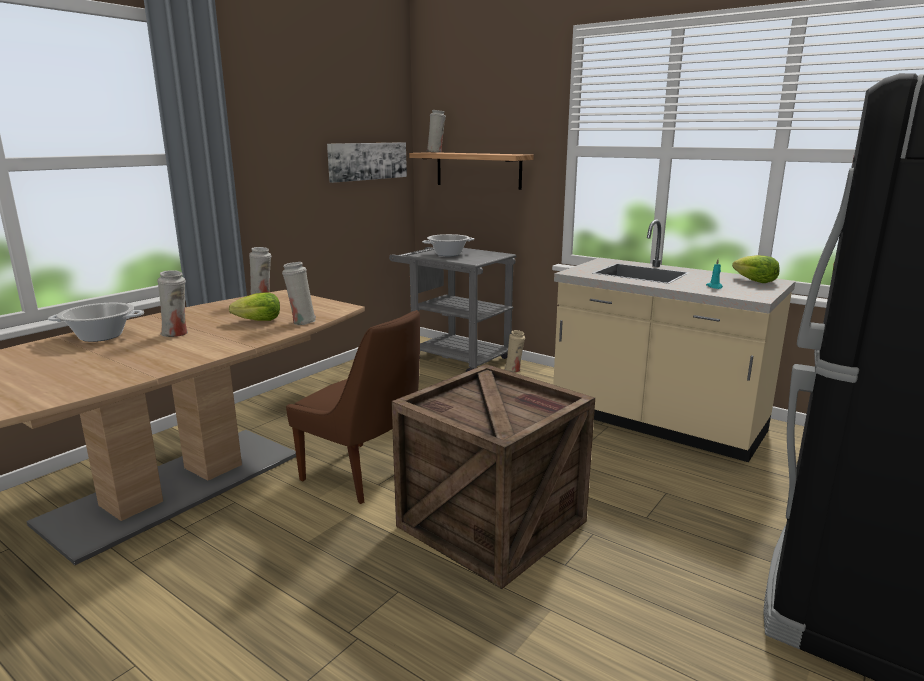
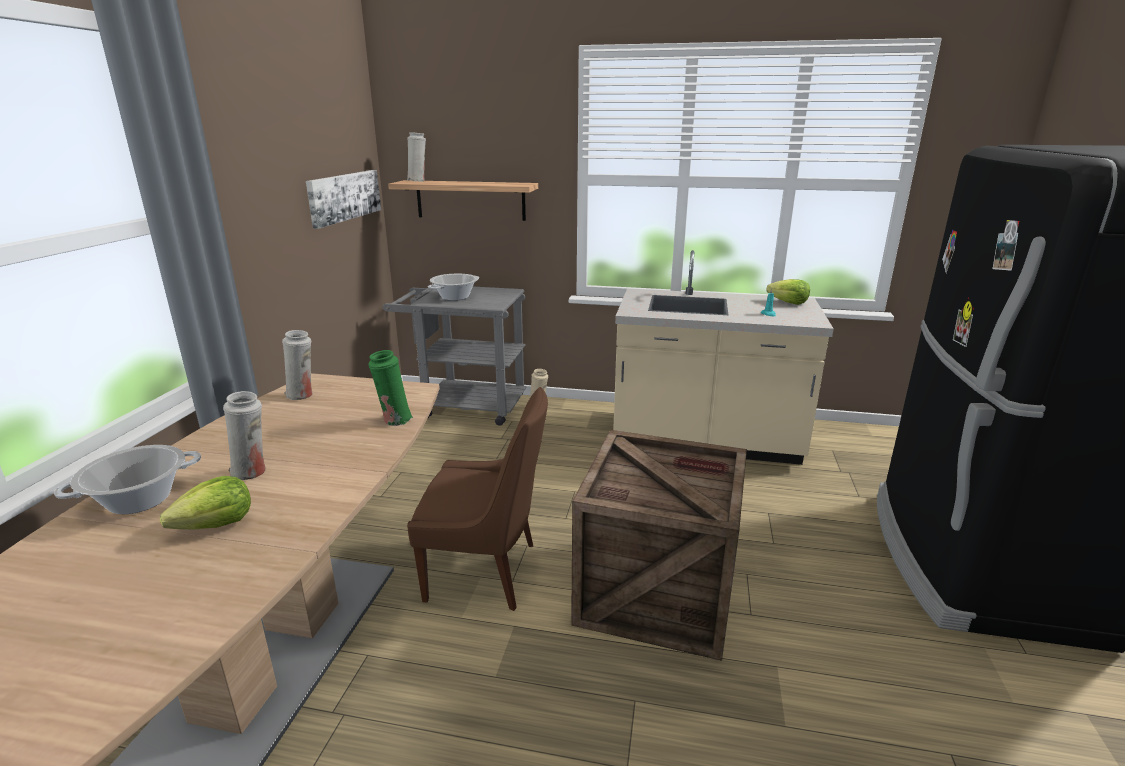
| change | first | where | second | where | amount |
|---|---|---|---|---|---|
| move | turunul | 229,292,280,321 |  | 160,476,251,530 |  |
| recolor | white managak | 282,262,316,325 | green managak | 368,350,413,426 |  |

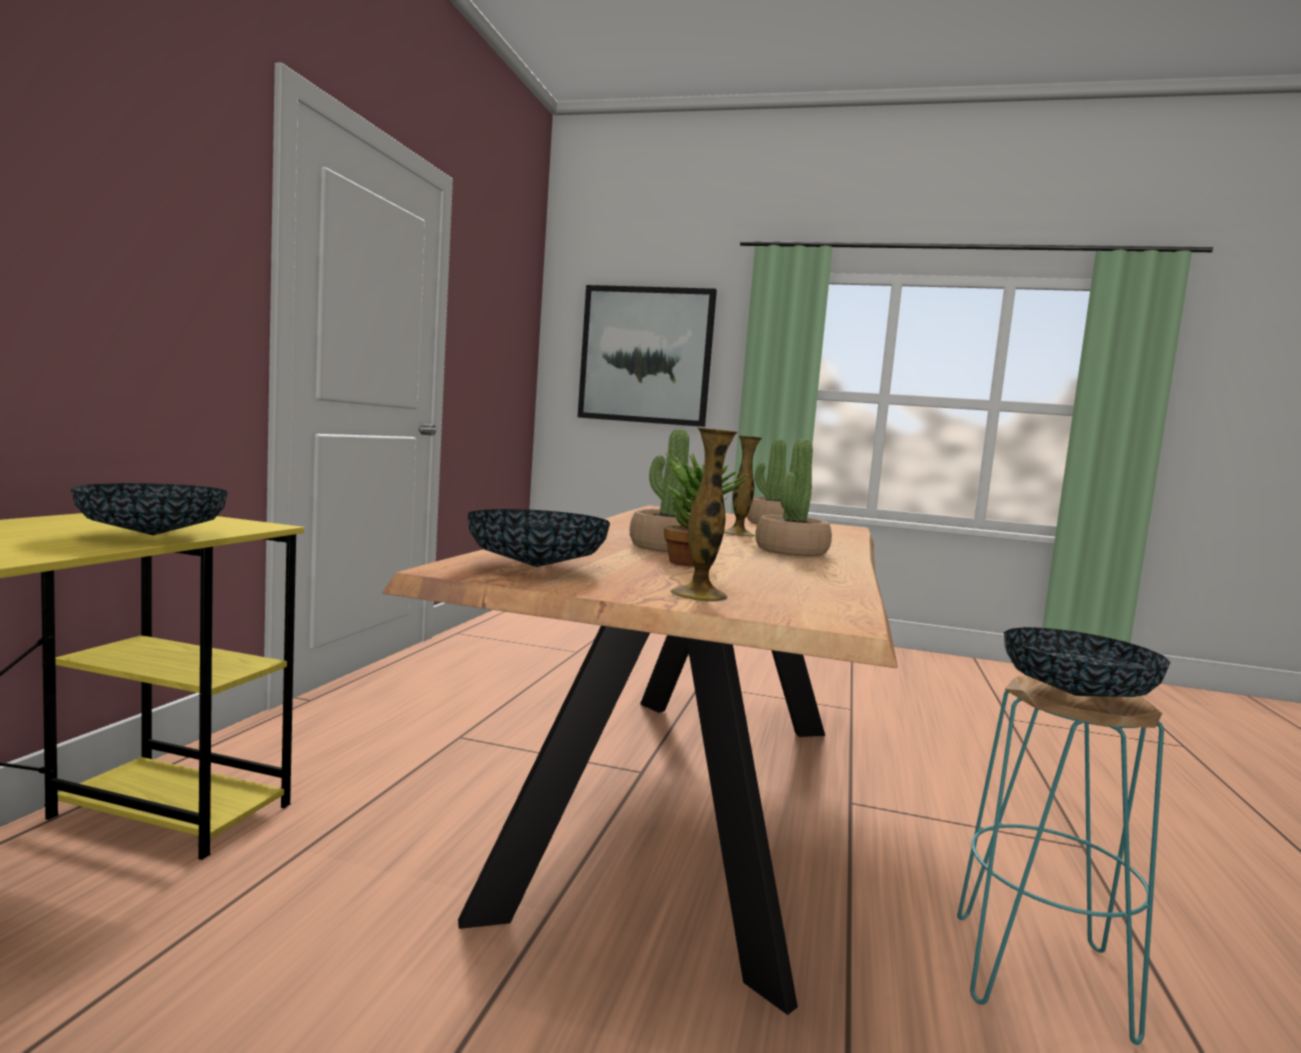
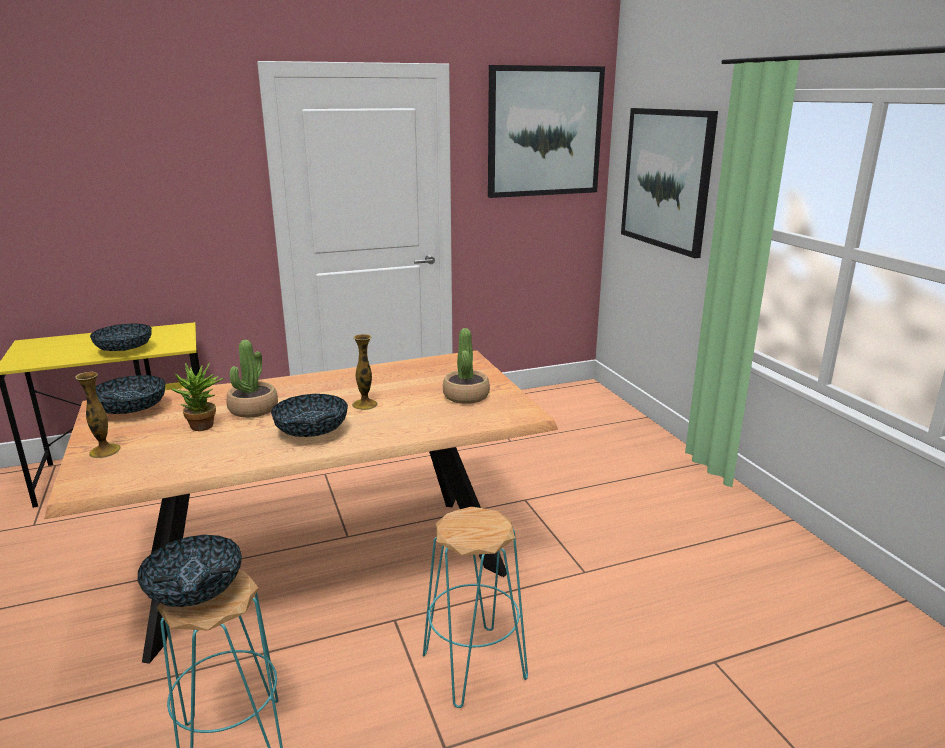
| change | first | where | second | where | amount |
|---|---|---|---|---|---|
| insert |  |  | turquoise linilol | 423,507,528,708 |  |
| insert |  |  | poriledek | 488,65,605,198 |  |
| replace | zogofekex | 755,439,832,556 | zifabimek | 271,394,348,437 |  |

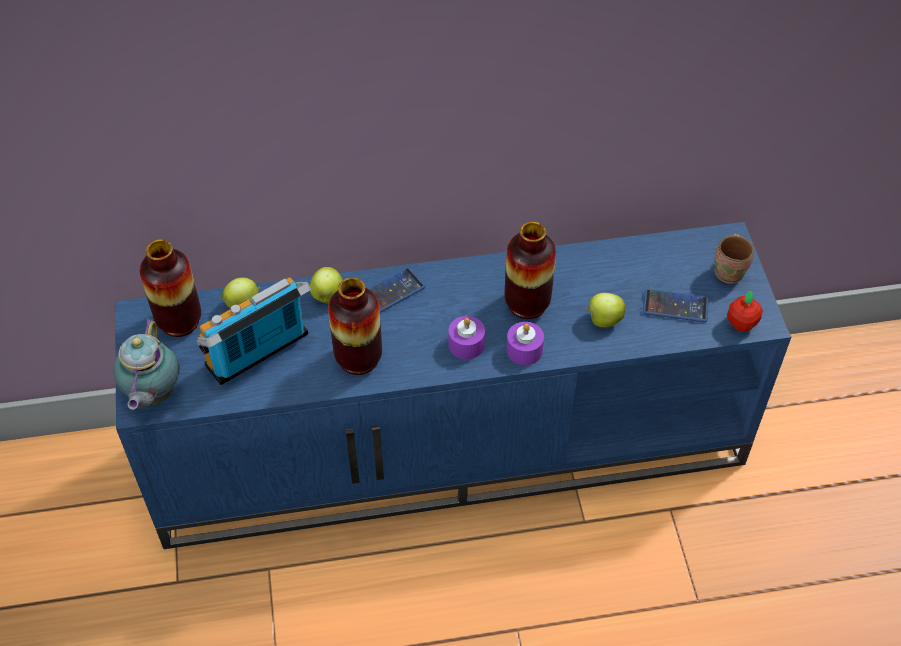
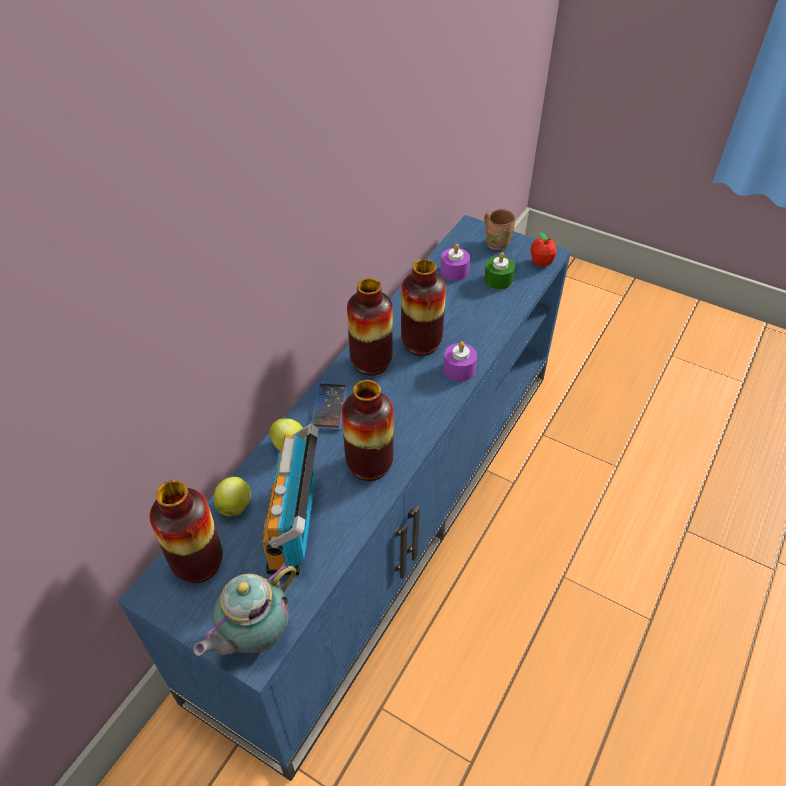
| change | first | where | second | where | amount |
|---|---|---|---|---|---|
| delete | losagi | 585,293,625,327 |  |  |  |
| insert |  |  | managak | 347,278,393,376 |  |
| move | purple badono | 449,316,485,359 |  | 440,244,470,281 |  |
| replace | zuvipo | 643,289,709,322 | green badono | 484,252,515,290 |  |
| rotate | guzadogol | 113,318,180,410 |  | 193,563,296,656 | 90 degrees clockwise |

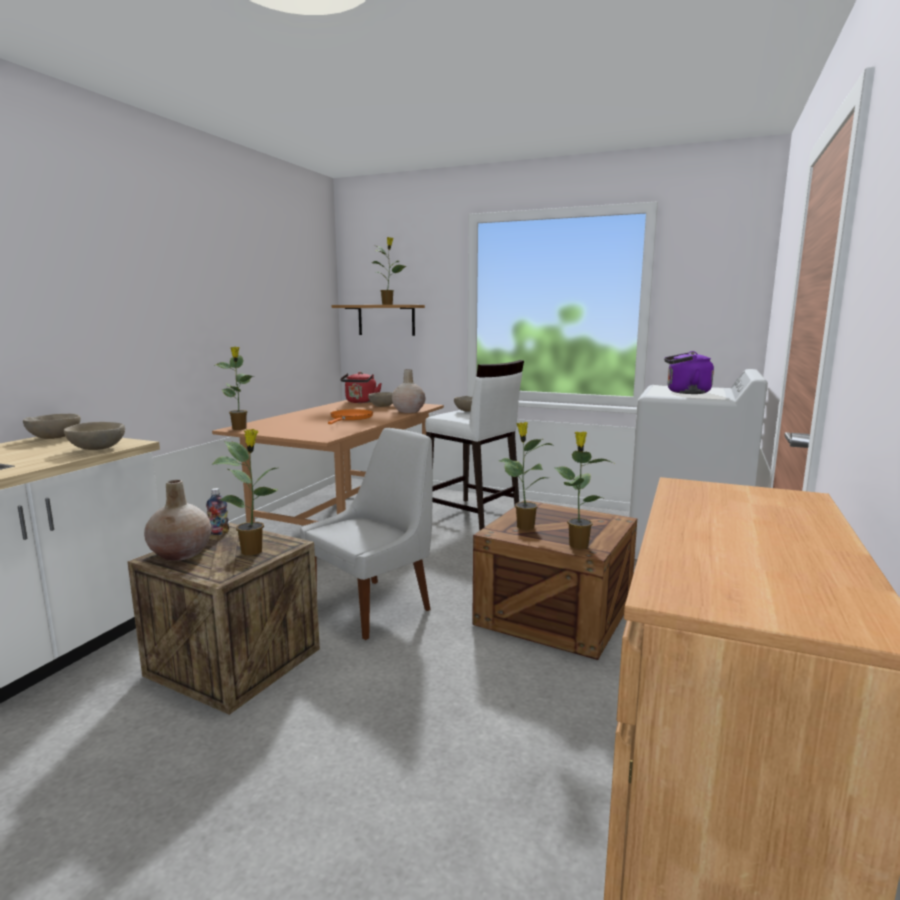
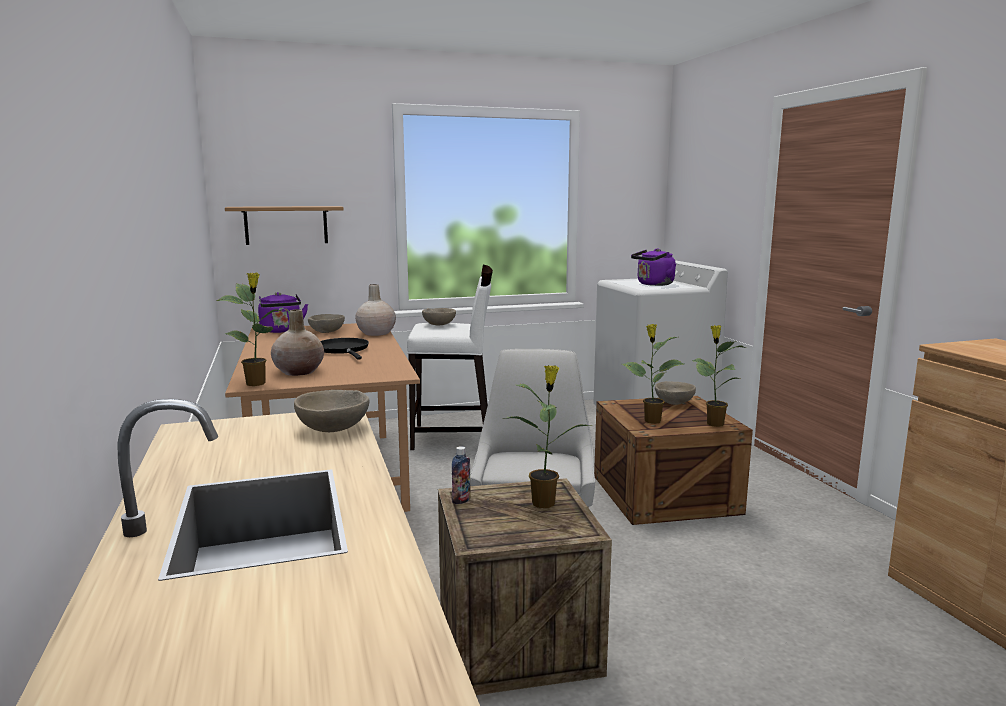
| change | first | where | second | where | amount |
|---|---|---|---|---|---|
| delete | zogofekex | 372,237,406,305 |  |  |  |
| move | beige zifabimek | 23,414,81,439 |  | 655,381,696,405 |  |
| move | beige managak | 144,480,212,561 |  | 271,309,324,376 |  |
| recolor | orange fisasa | 328,409,373,424 | black fisasa | 321,338,369,360 |  |
| recolor | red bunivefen | 340,372,382,403 | purple bunivefen | 258,292,308,333 |  |

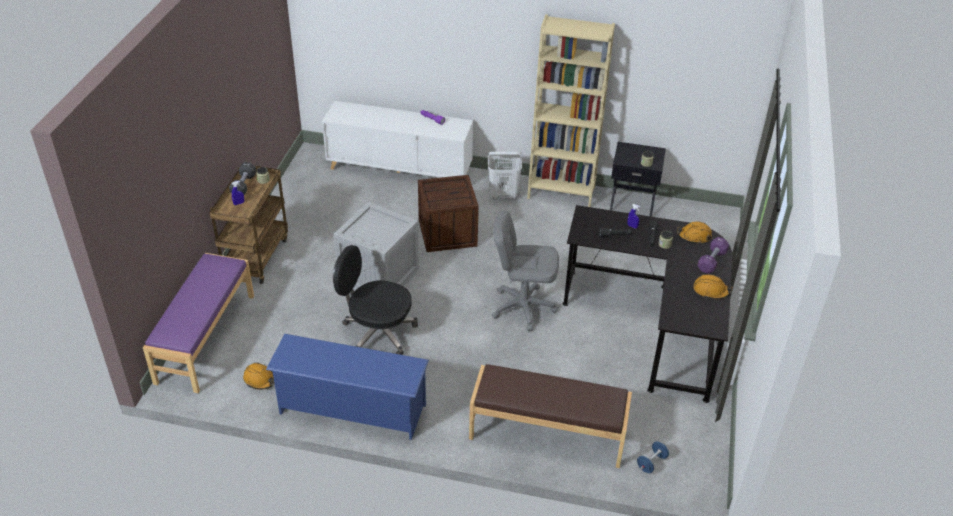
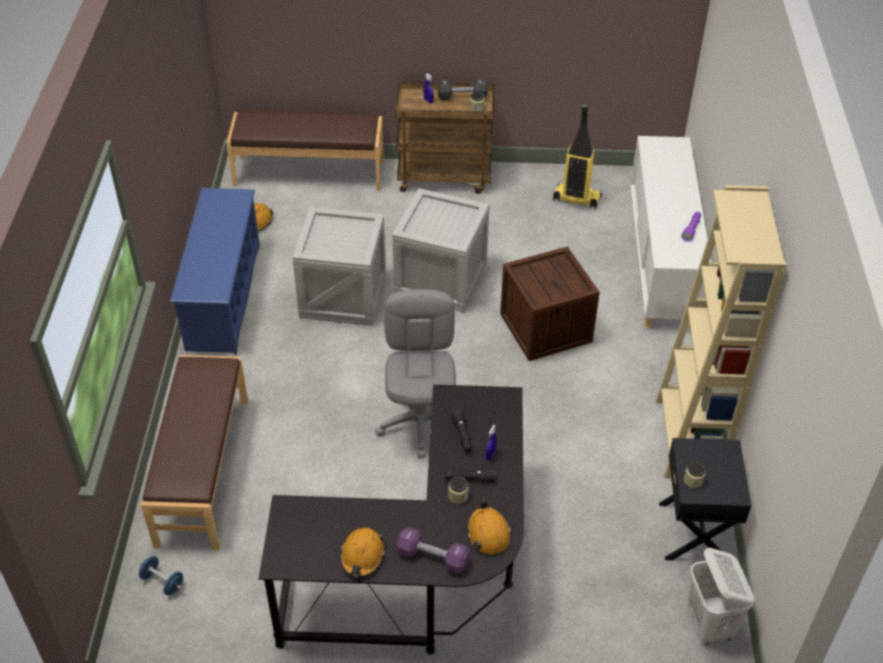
| change | first | where | second | where | amount |
|---|---|---|---|---|---|
| insert |  |  | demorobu | 553,104,602,209 |  |
| move | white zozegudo | 488,152,522,200 |  | 687,548,754,645 |  |
| replace | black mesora | 333,245,418,355 | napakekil | 292,207,386,326 |  |
| recolor | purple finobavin | 143,253,254,393 | brown finobavin | 226,110,384,191 |  |

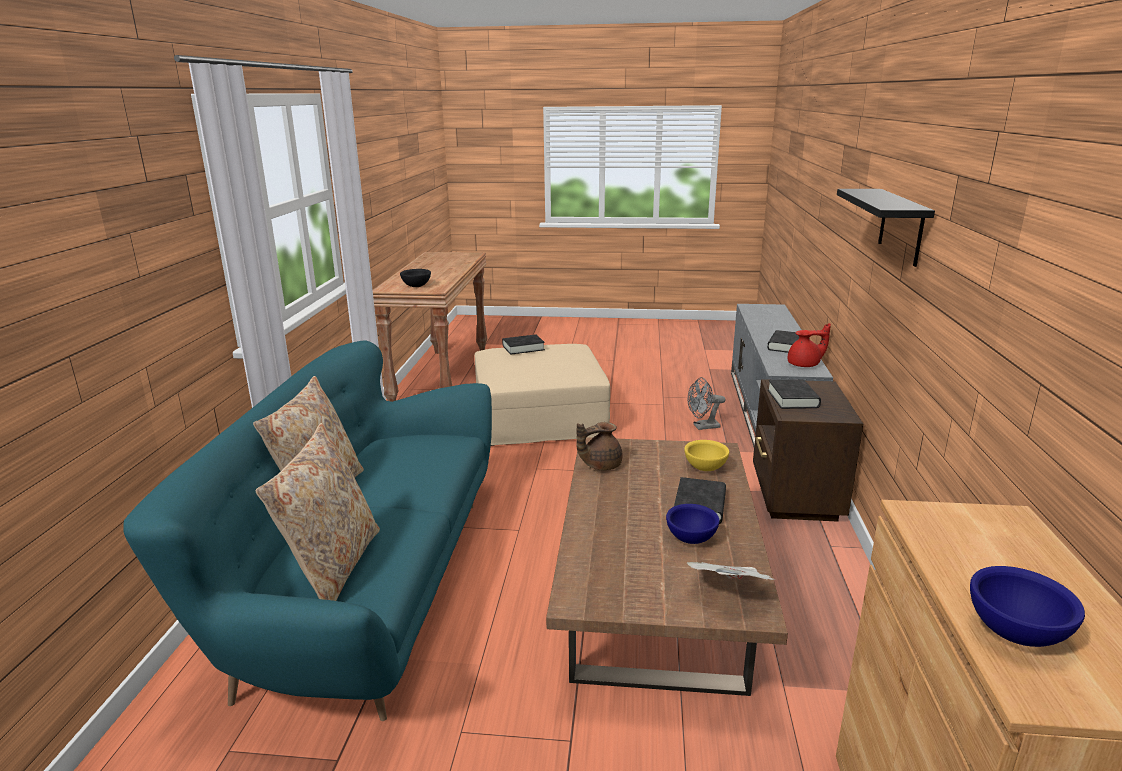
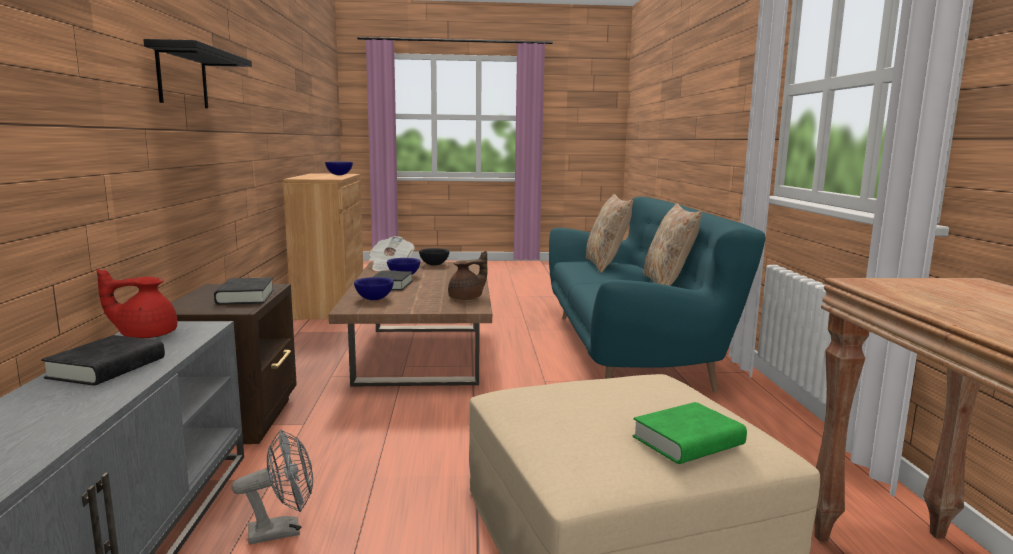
| change | first | where | second | where | amount |
|---|---|---|---|---|---|
| move | black zifabimek | 400,269,431,287 |  | 419,248,450,266 |  |
| recolor | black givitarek | 502,334,545,355 | green givitarek | 633,402,747,464 |  |
| recolor | yellow zifabimek | 684,440,729,471 | blue zifabimek | 354,277,394,300 |  |

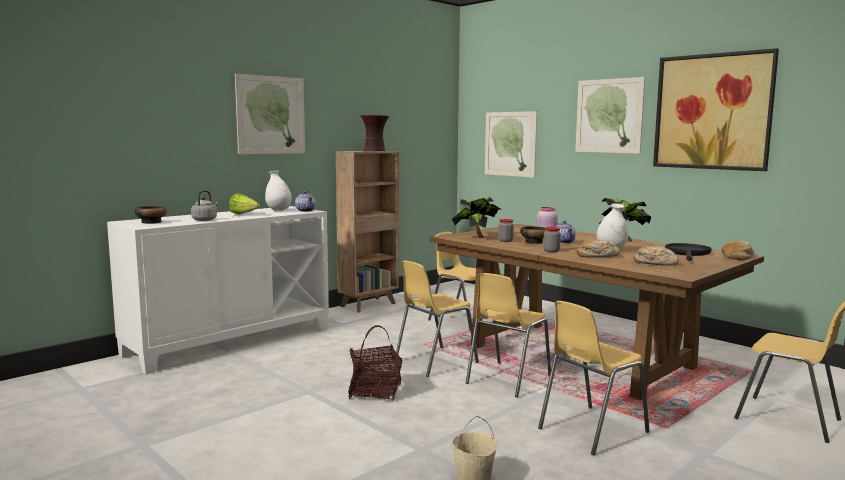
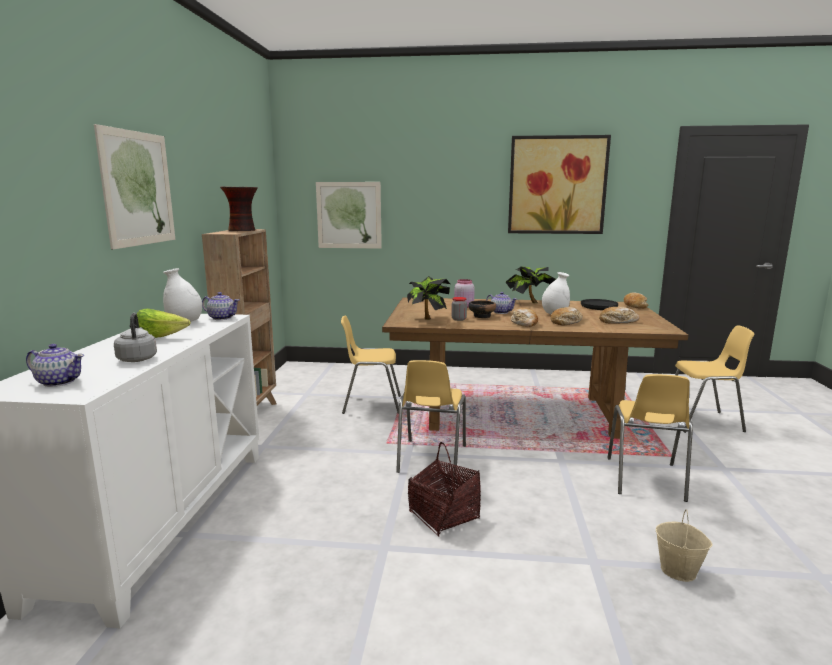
| change | first | where | second | where | amount |
|---|---|---|---|---|---|
| delete | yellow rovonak | 466,273,551,398 |  |  |  |
| delete | poriledek | 575,77,645,154 |  |  |  |
| replace | zifabimek | 135,206,167,224 | guzadogol | 26,344,84,387 |  |
| replace | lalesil | 543,227,561,252 | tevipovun | 510,308,538,327 |  |

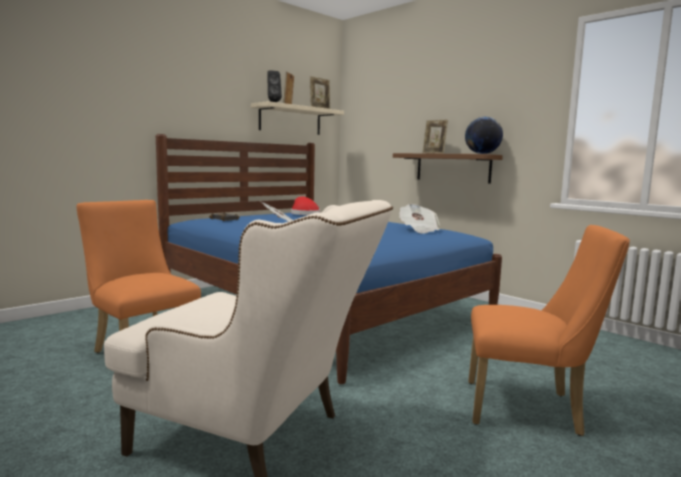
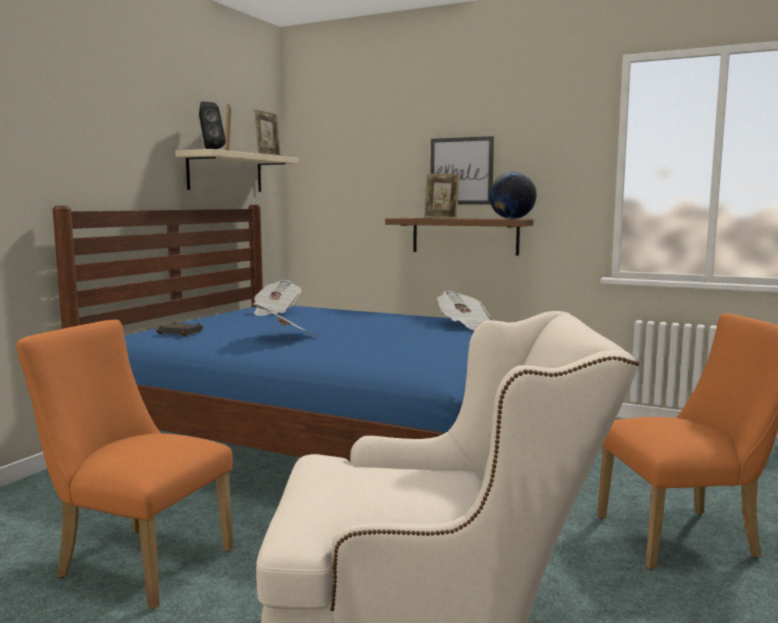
| change | first | where | second | where | amount |
|---|---|---|---|---|---|
| insert |  |  | poriledek | 430,136,494,204 |  |
| replace | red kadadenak | 291,196,320,215 | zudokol | 253,280,302,316 |  |

